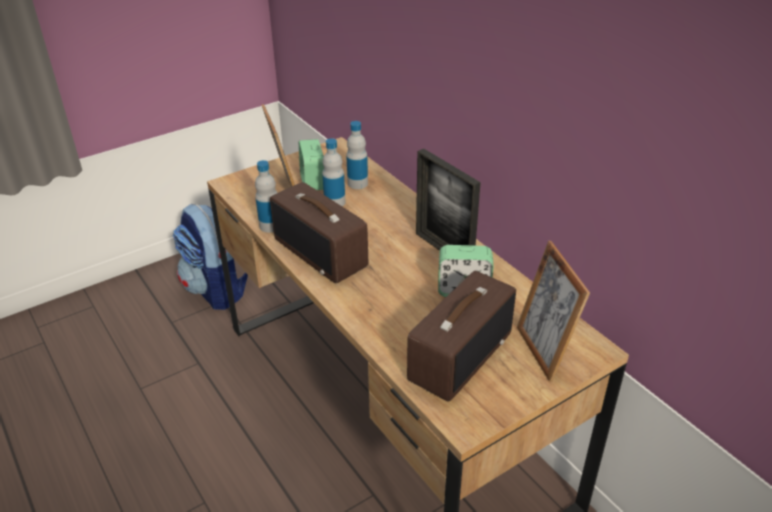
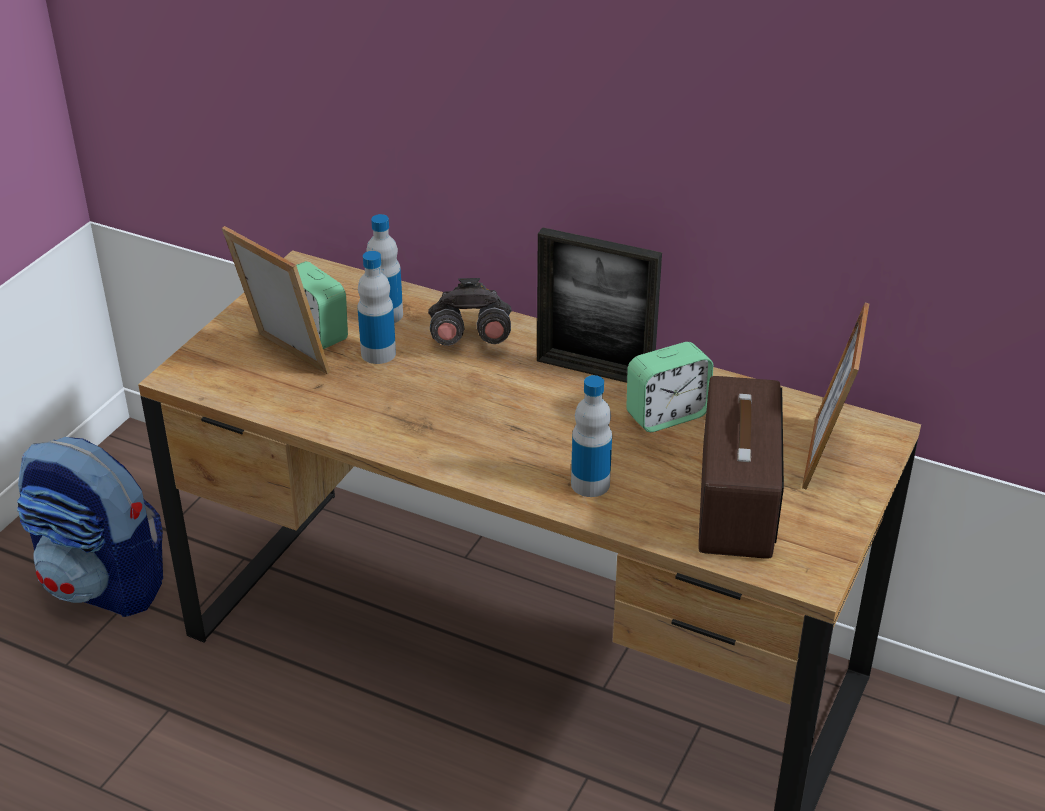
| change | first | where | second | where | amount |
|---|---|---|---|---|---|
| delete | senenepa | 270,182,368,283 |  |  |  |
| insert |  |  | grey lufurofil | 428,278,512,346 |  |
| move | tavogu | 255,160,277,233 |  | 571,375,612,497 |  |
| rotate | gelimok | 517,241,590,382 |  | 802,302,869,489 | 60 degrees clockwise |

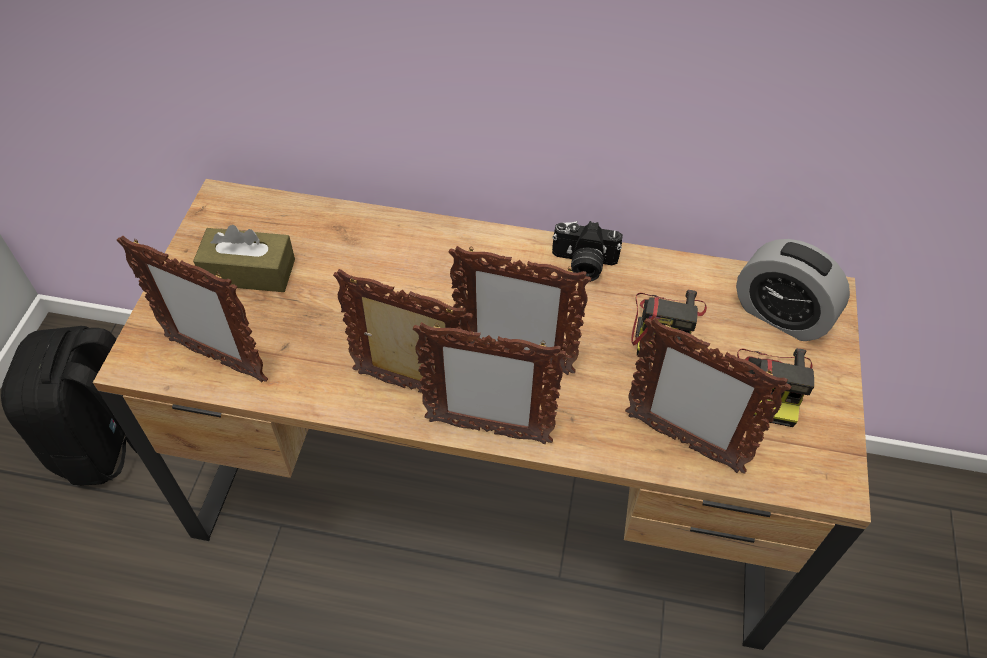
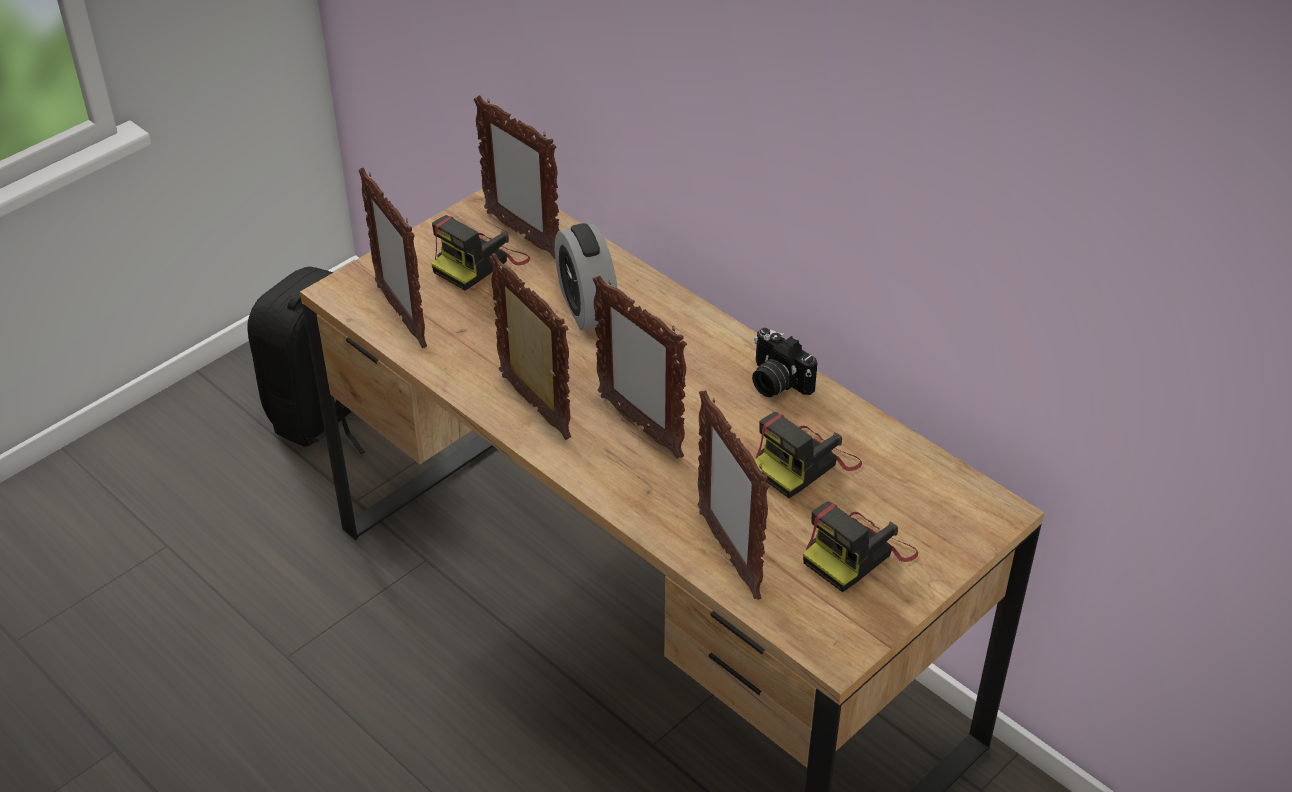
| change | first | where | second | where | amount |
|---|---|---|---|---|---|
| move | gelimok | 413,322,566,444 |  | 474,95,560,259 |  |
| move | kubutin | 736,239,850,341 |  | 555,223,618,330 |  |
| replace | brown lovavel | 193,225,295,292 | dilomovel | 431,215,530,291 |  |

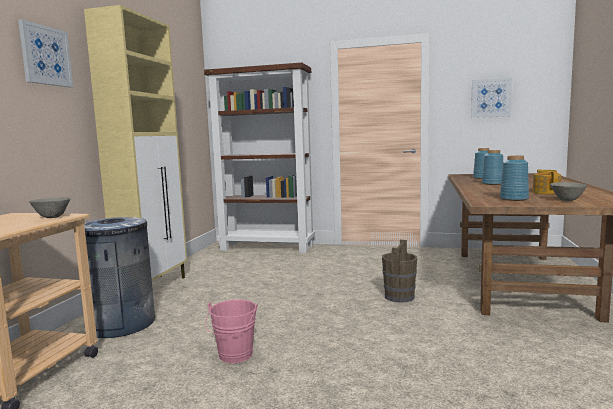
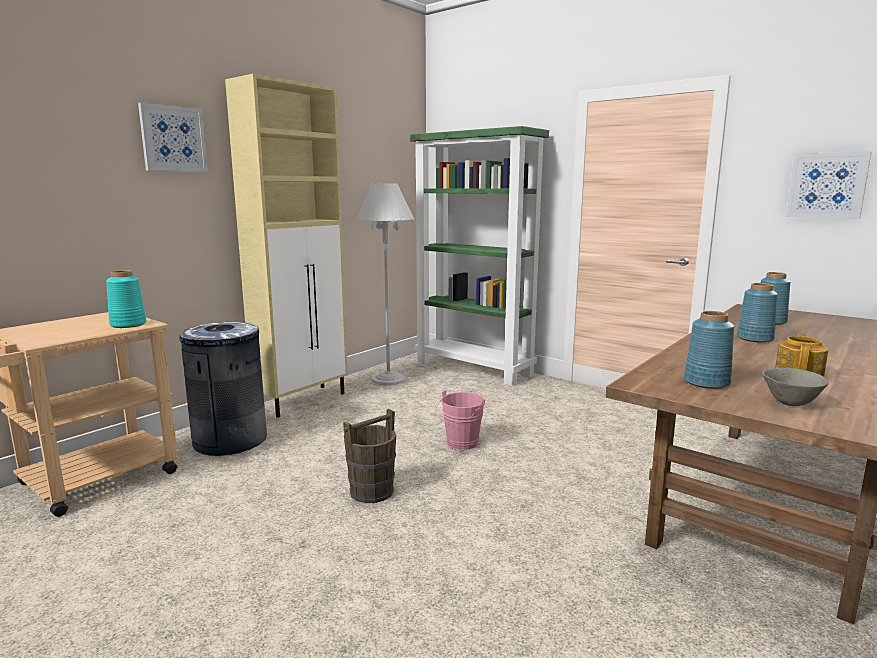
| change | first | where | second | where | amount |
|---|---|---|---|---|---|
| insert |  |  | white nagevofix | 356,184,414,385 |  |
| move | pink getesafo | 205,299,258,363 |  | 435,390,485,450 |  |
| move | brown getesafo | 382,240,417,302 |  | 343,409,396,503 |  |
| replace | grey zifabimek | 29,197,71,218 | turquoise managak | 106,270,146,328 |  |
| recolor | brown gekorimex | 204,62,315,253 | green gekorimex | 410,126,549,386 |  |

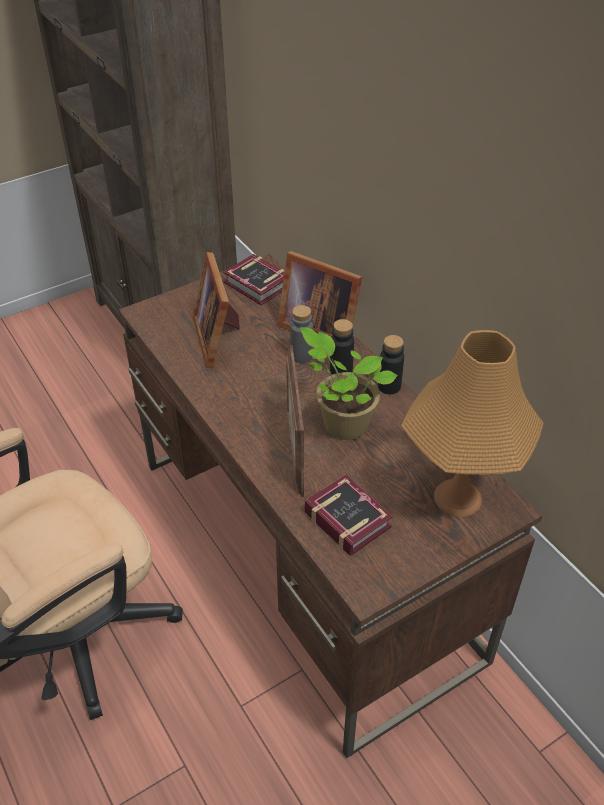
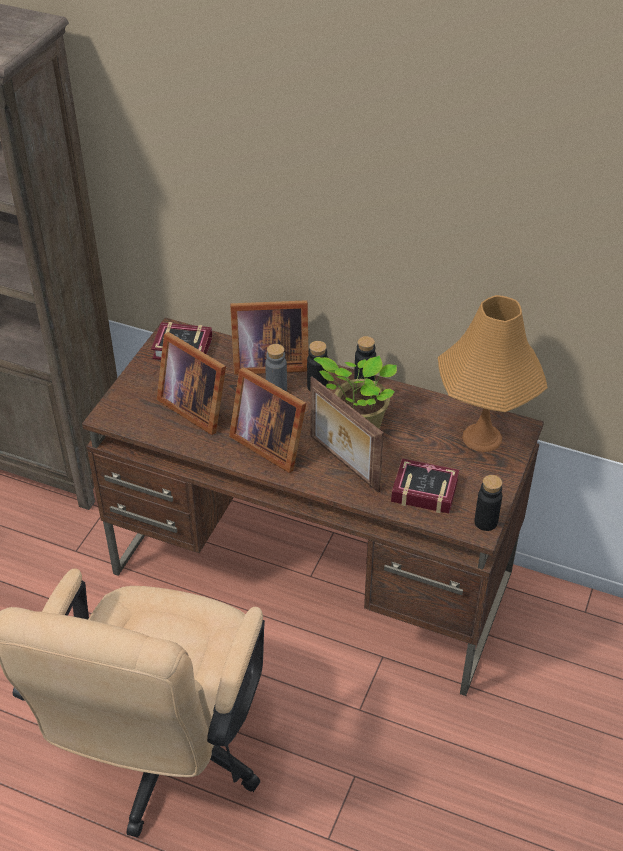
| change | first | where | second | where | amount |
|---|---|---|---|---|---|
| insert |  |  | gelimok | 229,367,306,473 |  |
| insert |  |  | black tavogu | 474,475,502,531 |  |

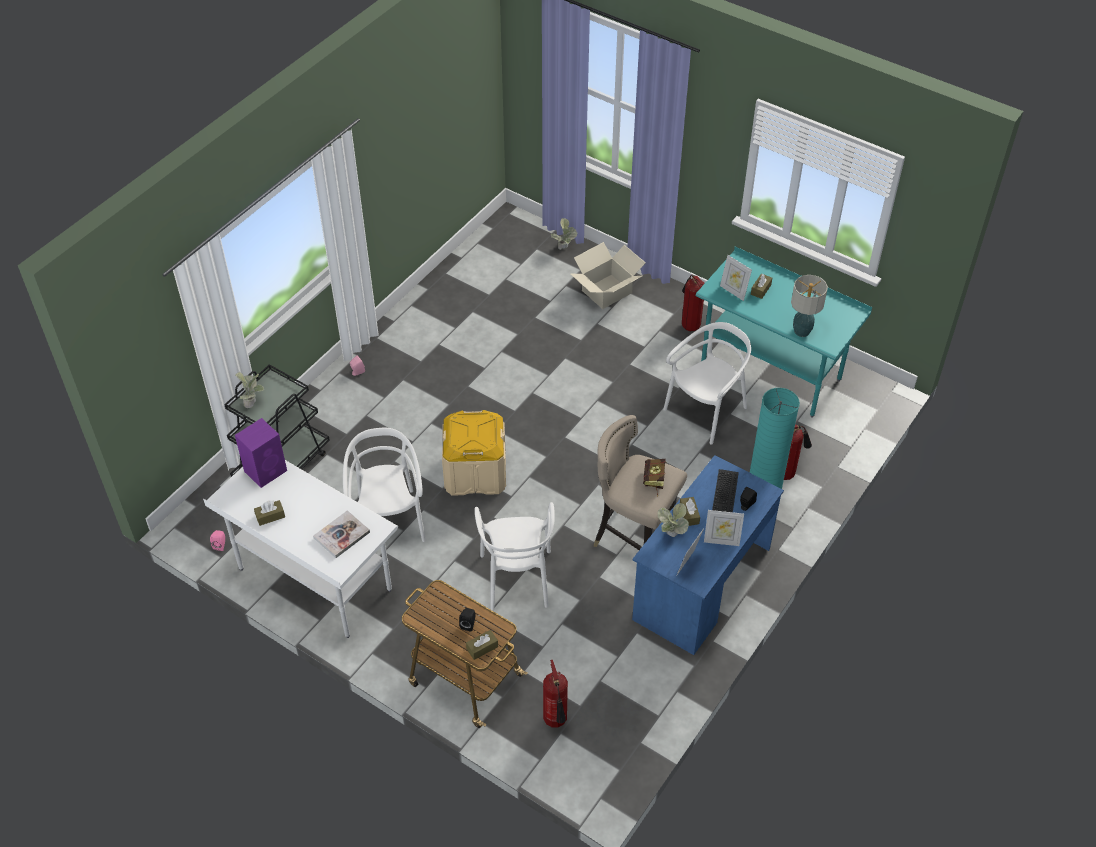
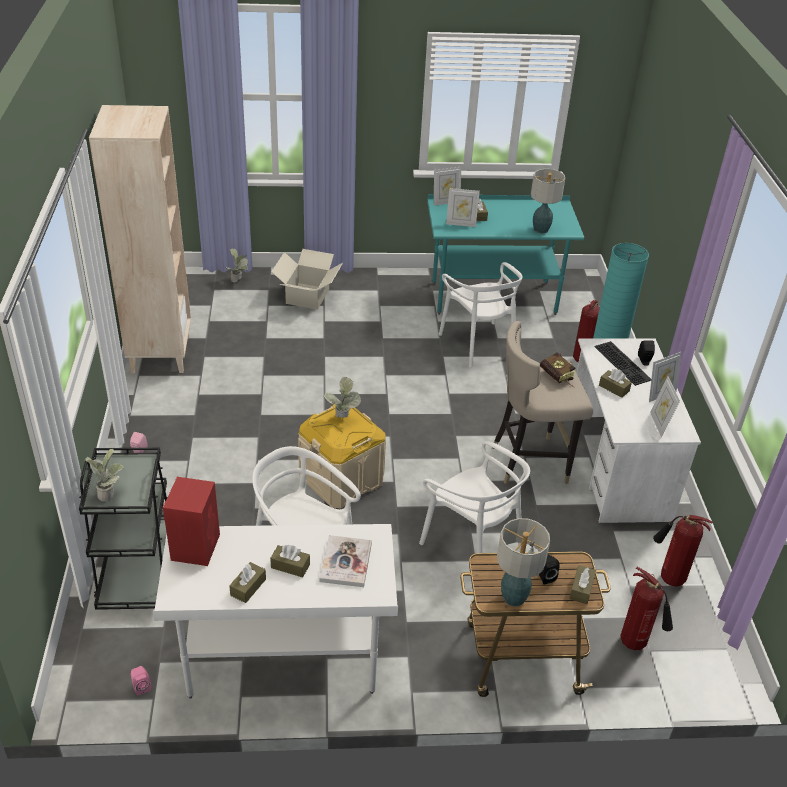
| change | first | where | second | where | amount |
|---|---|---|---|---|---|
| insert |  |  | beige gekorimex | 89,105,191,373 |  |
| insert |  |  | brown lovavel | 270,545,310,578 |  |
| insert |  |  | gelimok | 434,167,461,206 |  |
| insert |  |  | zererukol | 497,518,550,607 |  |
| move | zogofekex | 658,503,689,537 |  | 324,377,361,418 |  |
| move | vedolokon | 682,275,705,331 |  | 653,515,713,587 |  |
| recolor | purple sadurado | 235,418,287,488 | red sadurado | 163,477,220,566 |  |
| recolor | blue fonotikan | 632,455,784,655 | white fonotikan | 576,338,701,523 |  |
| rotate | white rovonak | 663,322,751,445 |  | 439,262,523,368 | 150 degrees clockwise |

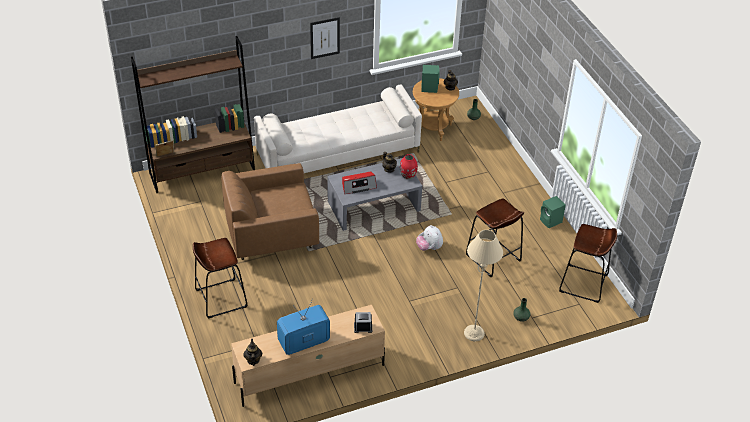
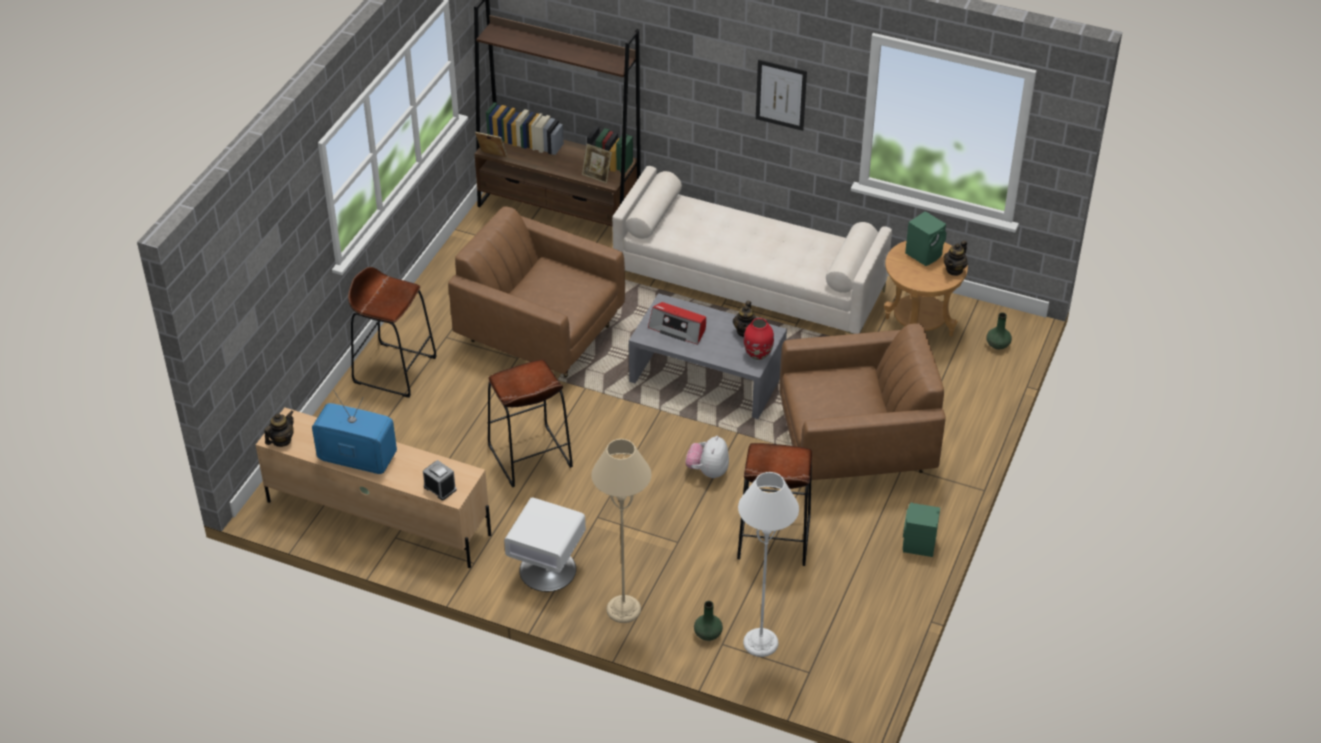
| change | first | where | second | where | amount |
|---|---|---|---|---|---|
| insert |  |  | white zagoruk | 504,497,586,592 |  |
| insert |  |  | gelimok | 582,144,612,183 |  |
| insert |  |  | white nagevofix | 738,472,799,657 |  |
| insert |  |  | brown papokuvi | 779,323,946,480 |  |
| move | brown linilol | 559,224,617,303 |  | 488,359,573,487 |  |

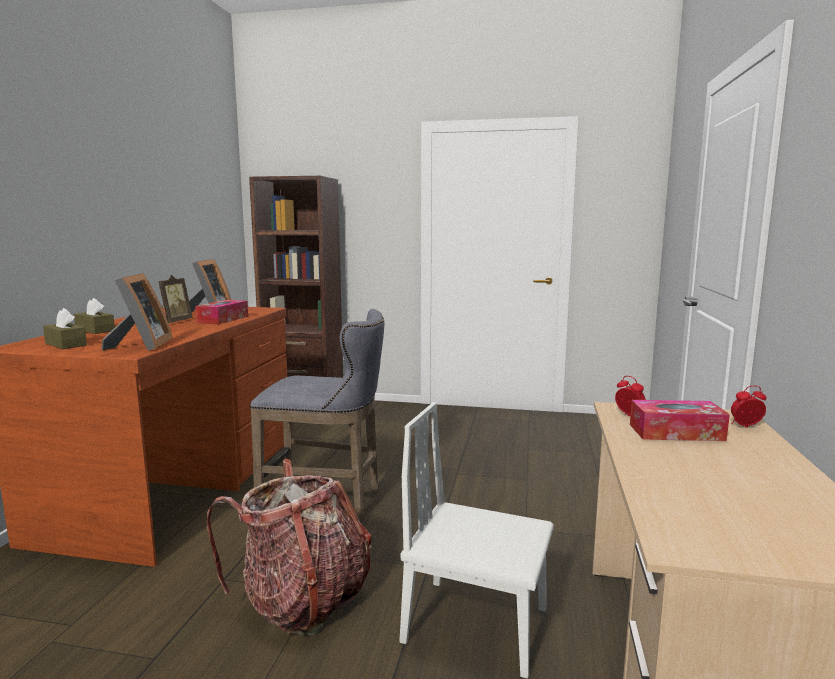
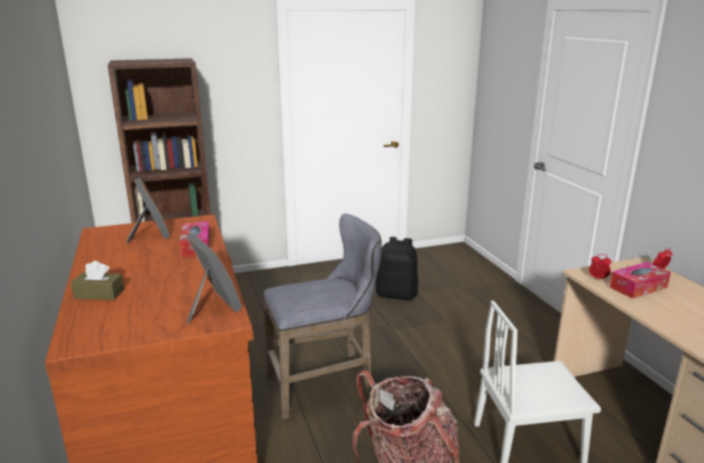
| change | first | where | second | where | amount |
|---|---|---|---|---|---|
| delete | brown lovavel | 43,308,87,349 |  |  |  |
| delete | gelimok | 158,275,192,323 |  |  |  |
| insert |  |  | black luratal | 376,237,418,300 |  |

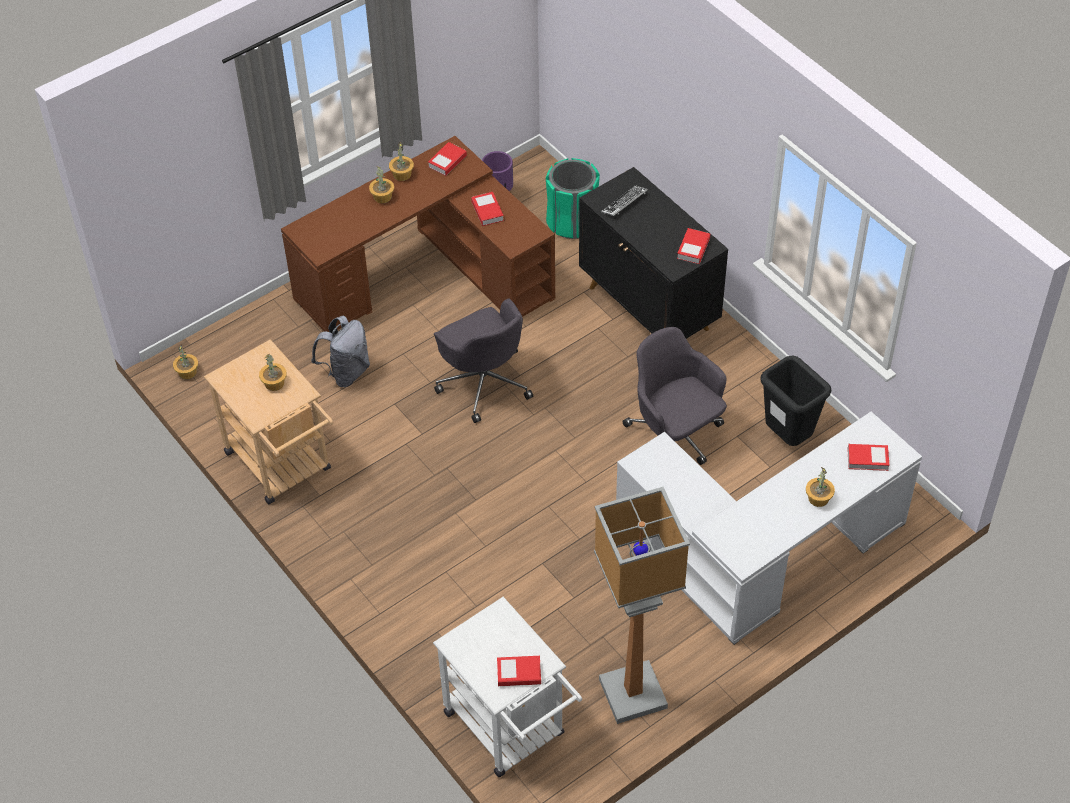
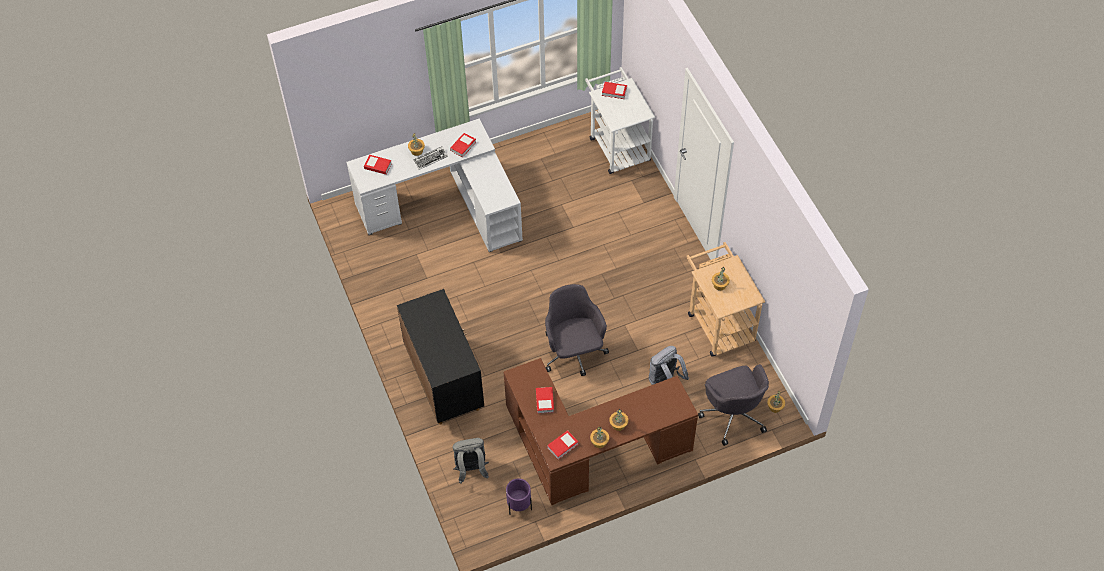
| change | first | where | second | where | amount |
|---|---|---|---|---|---|
| delete | nagevofix | 594,487,690,724 |  |  |  |
| delete | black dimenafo | 760,356,831,446 |  |  |  |
| move | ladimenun | 601,185,648,216 |  | 414,146,448,170 |  |
| move | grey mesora | 622,327,727,465 |  | 698,364,769,446 |  |
| move | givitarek | 677,228,710,264 |  | 450,133,476,158 |  |
| replace | green dimenafo | 546,158,600,239 | grey luratal | 452,438,489,484 |  |

